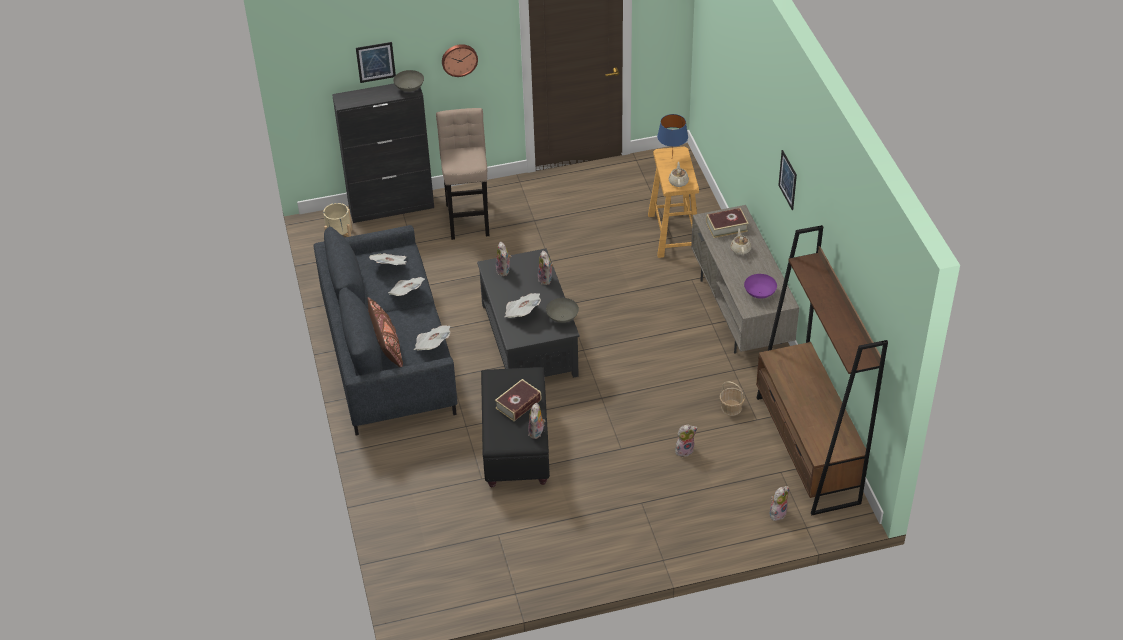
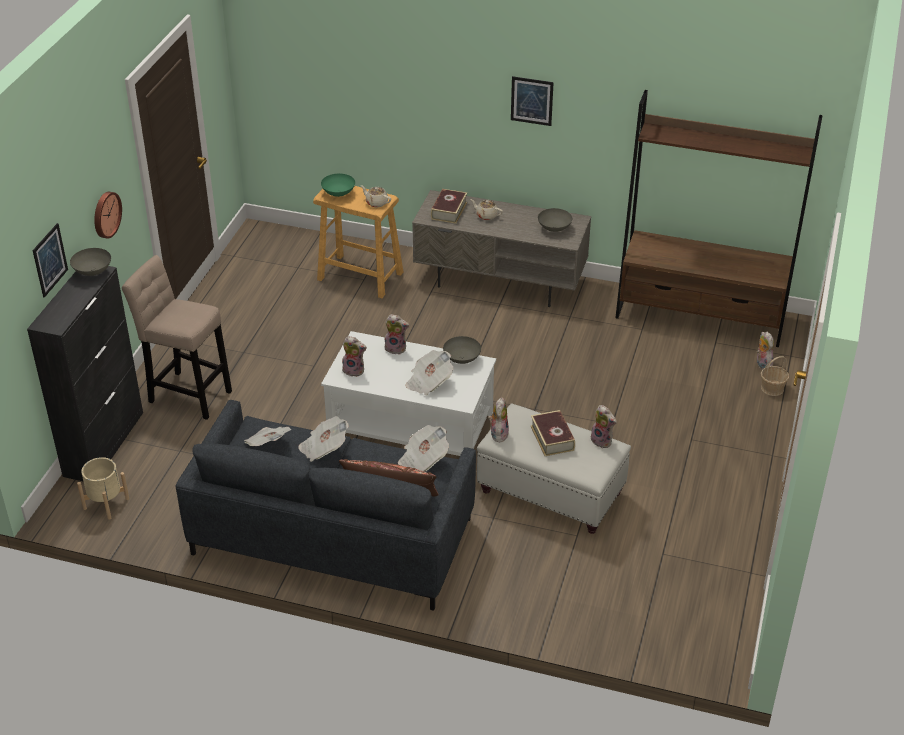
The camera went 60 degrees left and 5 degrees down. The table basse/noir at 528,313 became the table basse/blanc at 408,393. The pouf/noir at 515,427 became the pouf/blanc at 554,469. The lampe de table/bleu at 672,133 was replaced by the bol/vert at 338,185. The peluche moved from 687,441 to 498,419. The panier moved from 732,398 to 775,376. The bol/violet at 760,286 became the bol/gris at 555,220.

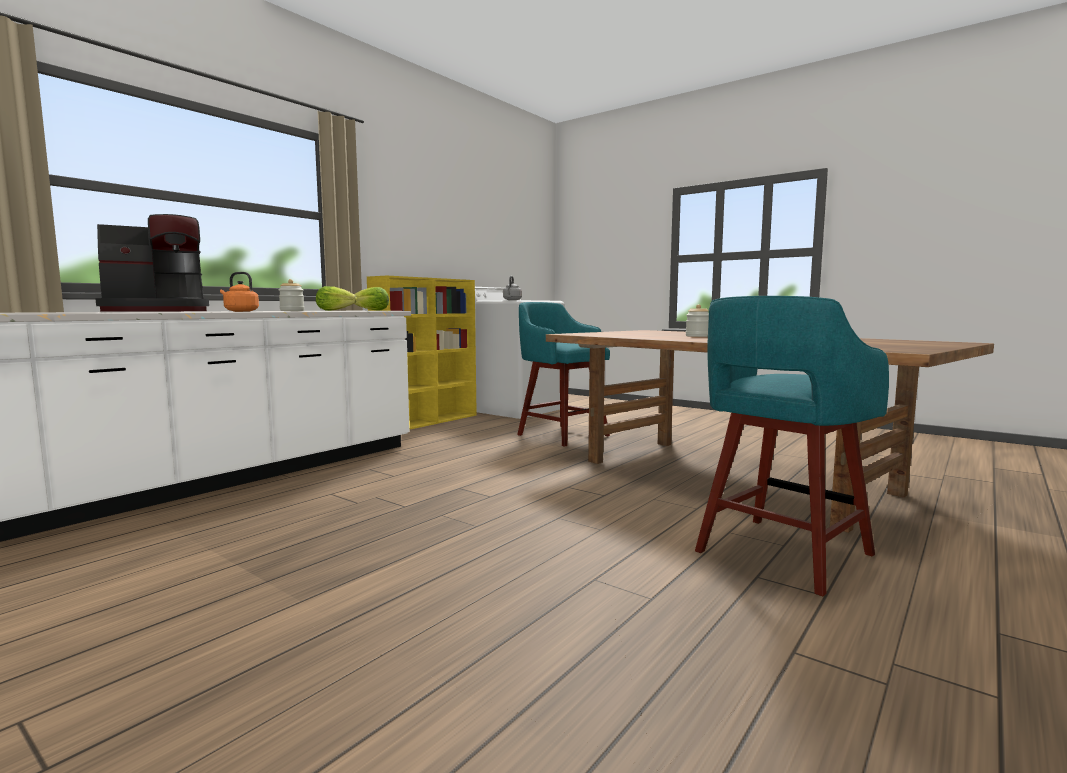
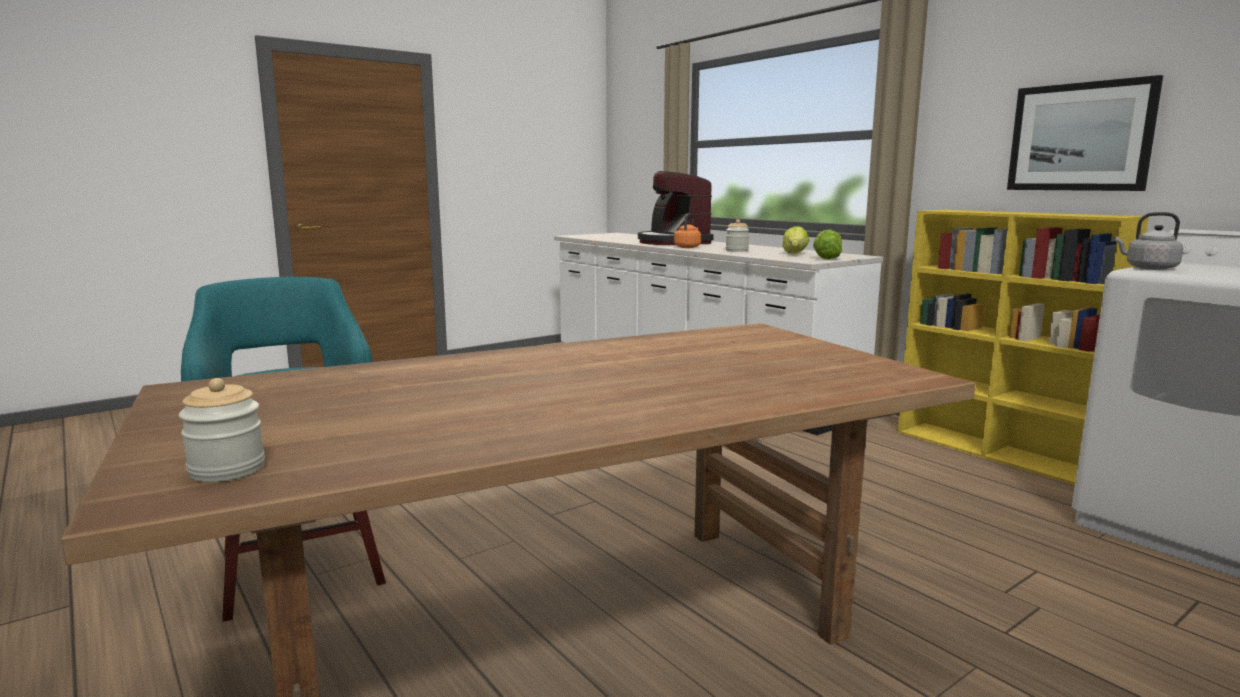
The camera went 105 degrees right and 5 degrees up. The tabouret/turquoise at 563,374 disappeared. The bocal moved from 697,320 to 222,430. The tableau at 1085,133 appeared.

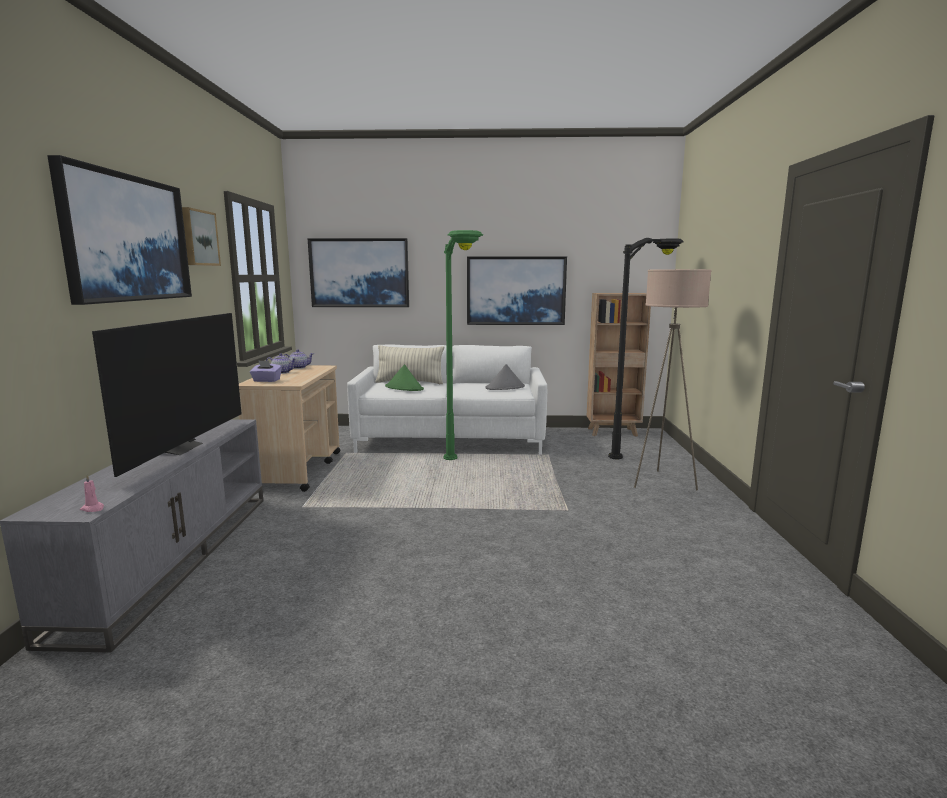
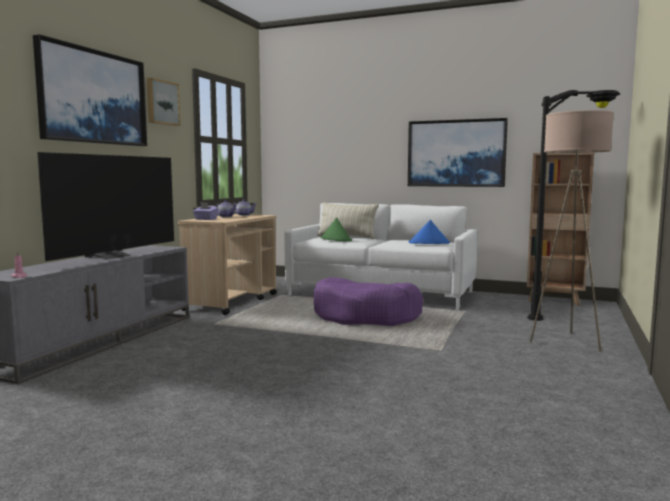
The camera went 20 degrees right and 5 degrees down. The tableau at 358,272 disappeared. The lampadaire/vert at 463,345 was replaced by the panier pour chien/violet at 369,301. The chapeau/gris at 505,377 became the chapeau/bleu at 429,232.

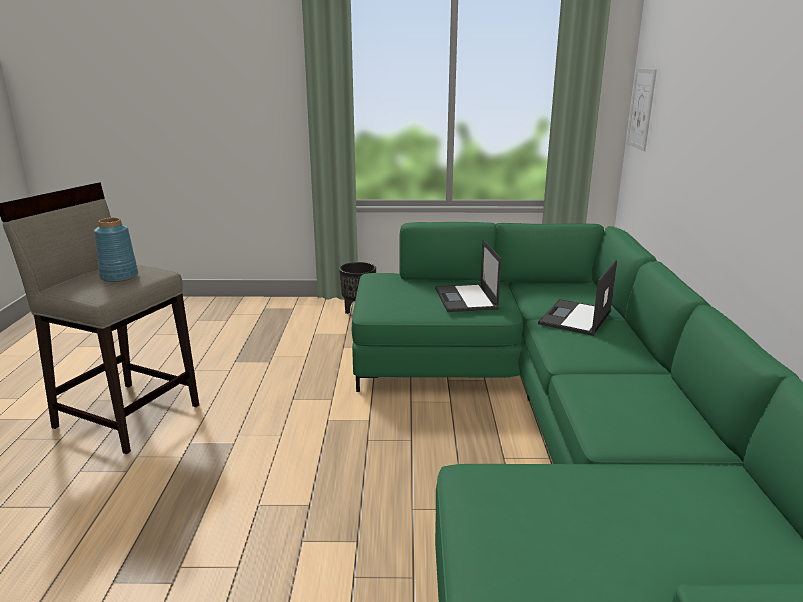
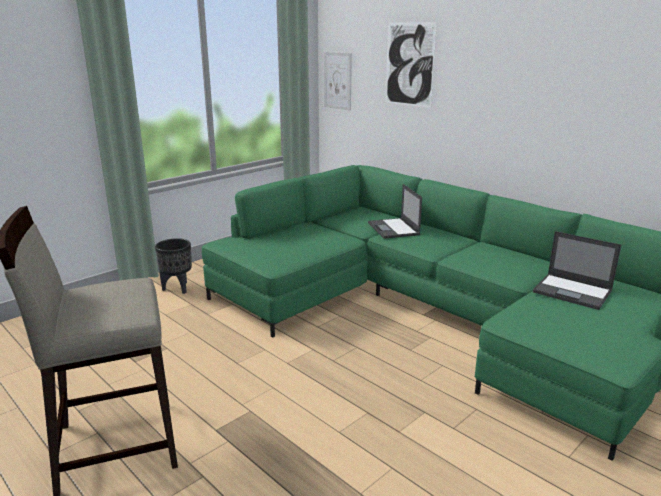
The camera went 45 degrees left and 0 degrees up. The vase/bleu at 116,250 disappeared. The ordinateur portable moved from 468,275 to 577,270. The tableau at 411,65 appeared.

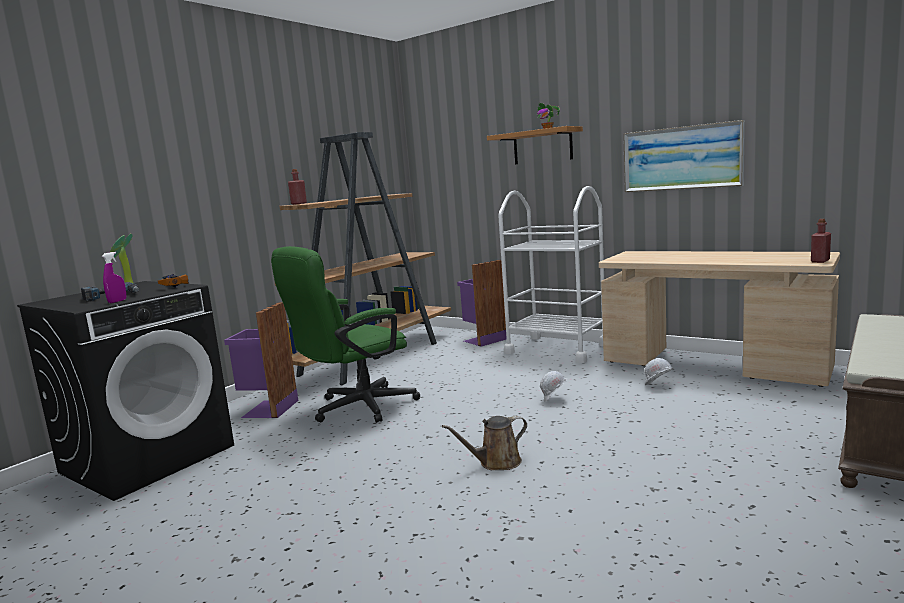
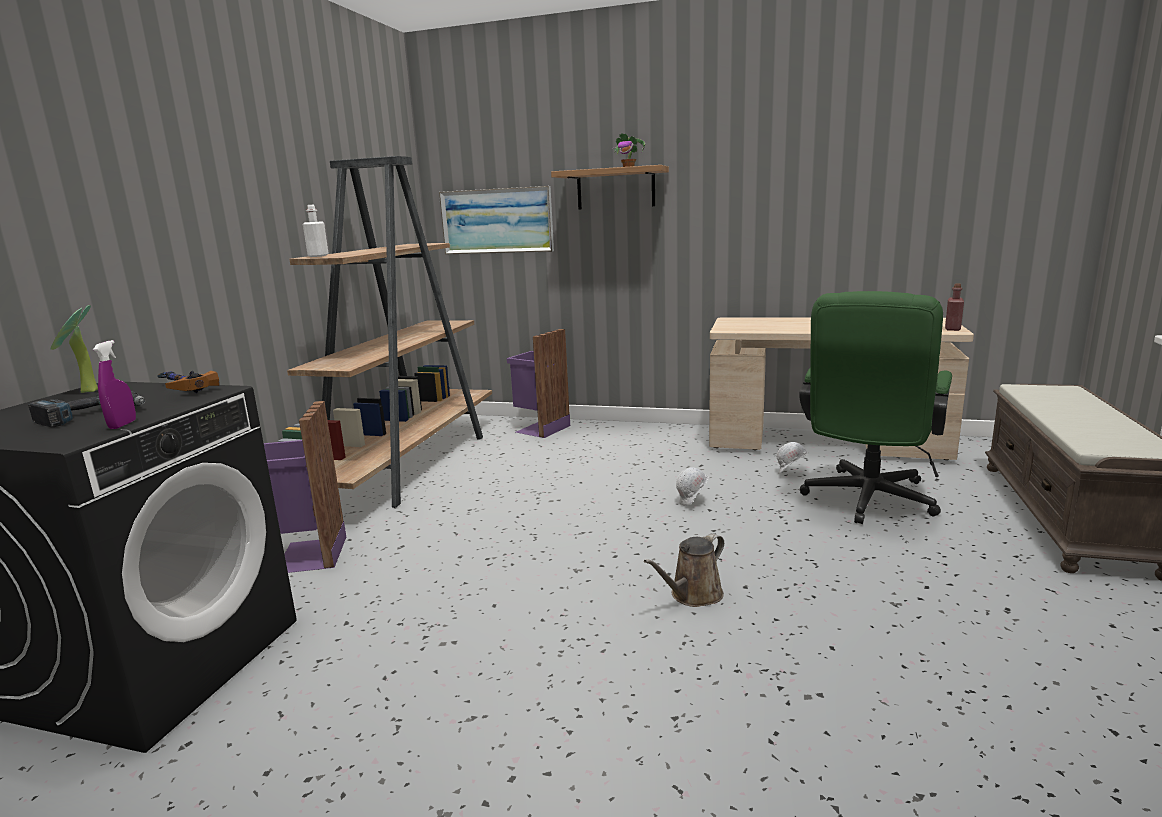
The camera went 20 degrees left and 5 degrees up. The chaise de bureau/vert moved from 345,334 to 875,407. The bouteille/rouge at 297,187 became the bouteille/blanc at 316,231. The chariot/blanc at 551,274 disappeared. The tableau moved from 684,156 to 496,220.

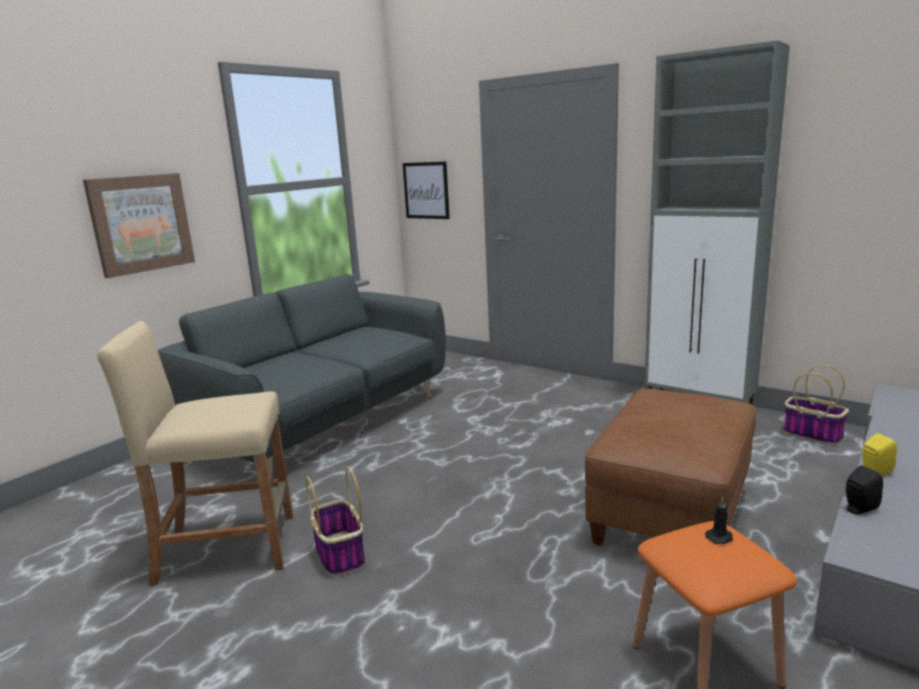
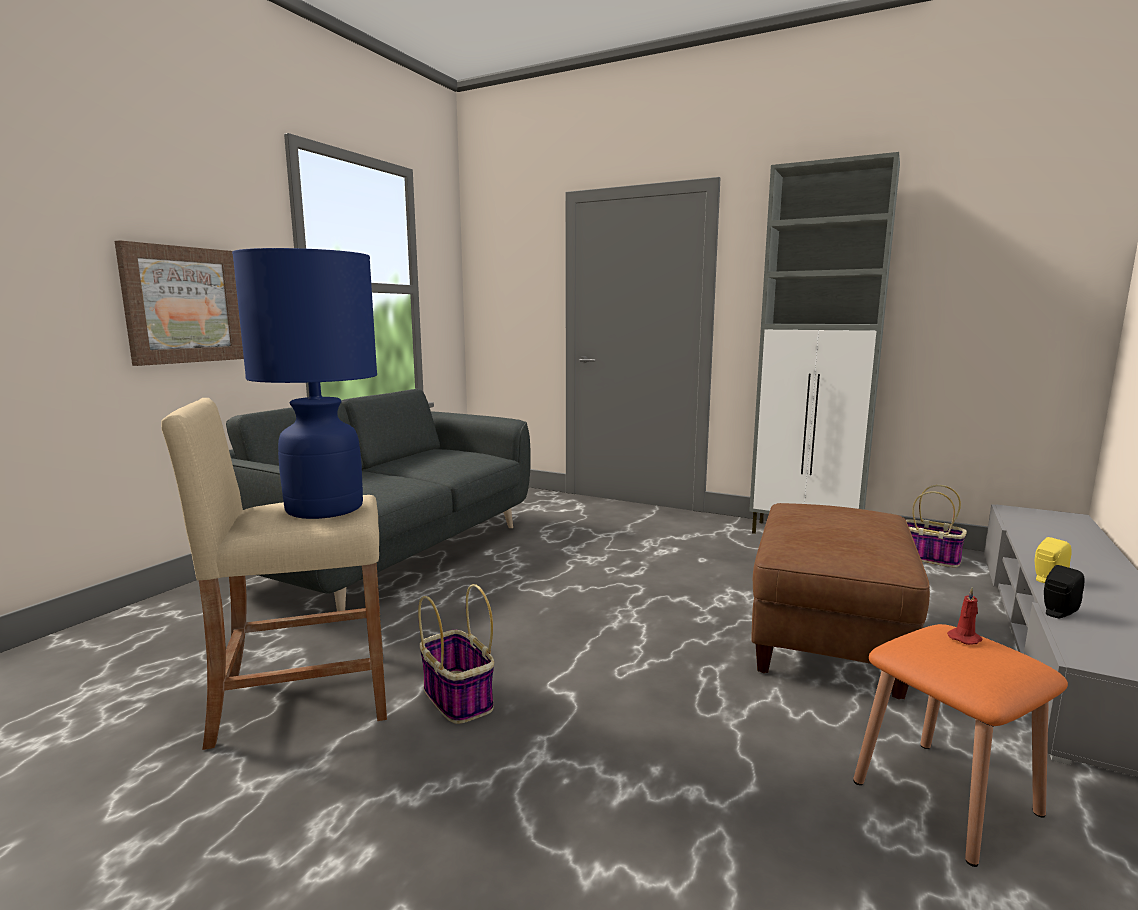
The camera went 10 degrees left and 5 degrees down. The tableau at 426,190 disappeared. The bougie/noir at 719,520 became the bougie/rouge at 964,616. The lampe de table/bleu at 304,383 appeared.

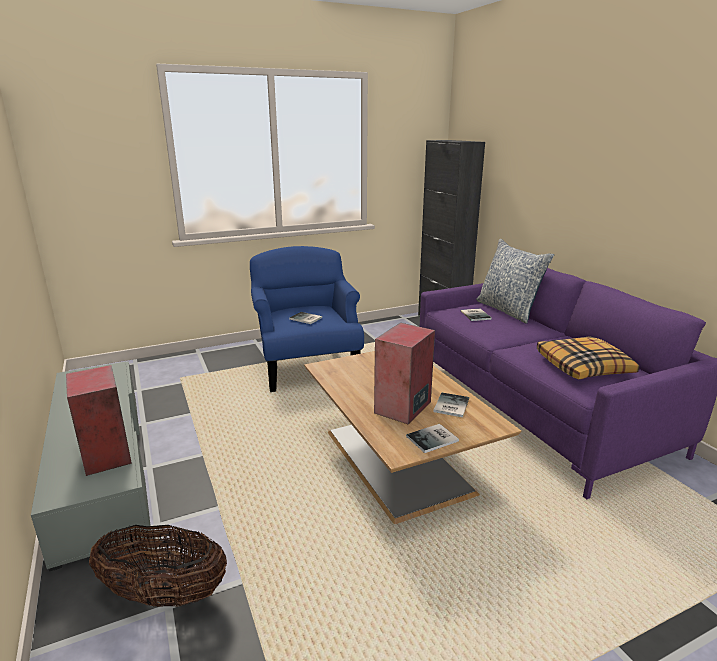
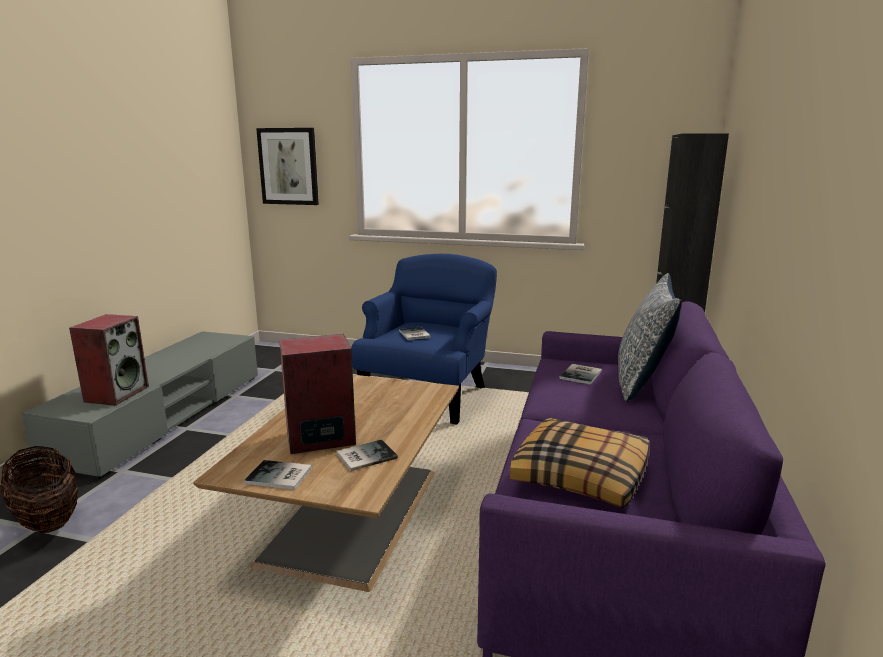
The camera went 40 degrees right and 5 degrees down. The tableau at 287,166 appeared.

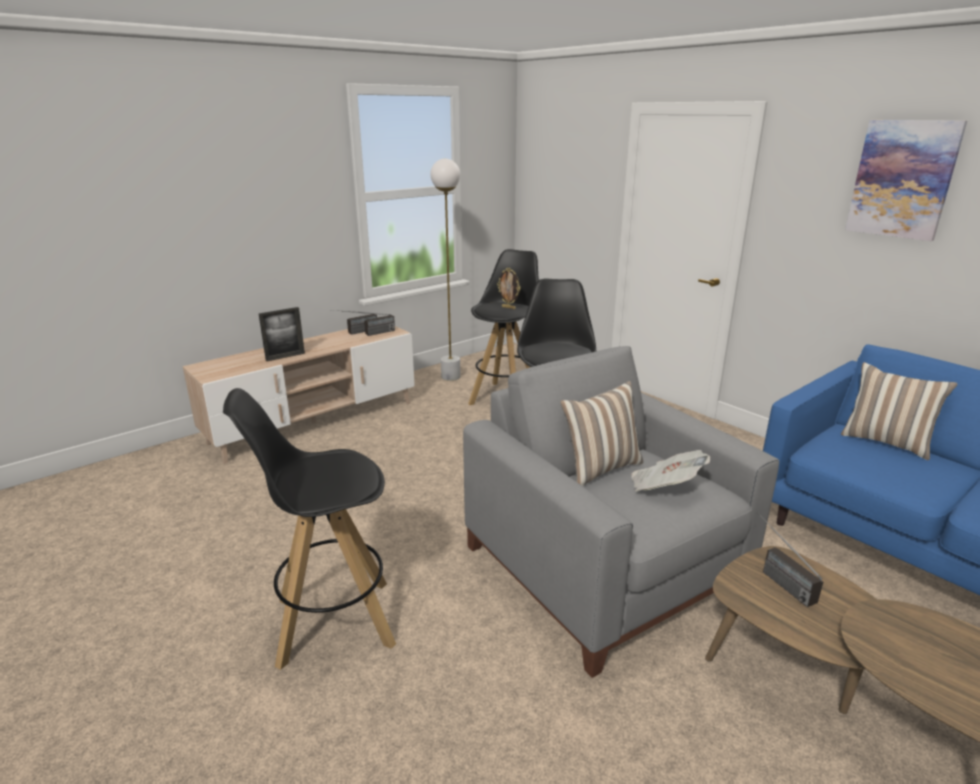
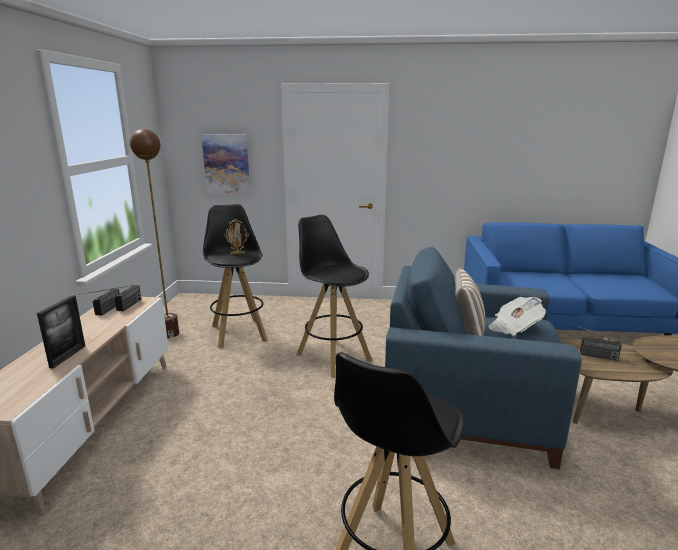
The camera went 45 degrees left and 5 degrees down. The lampadaire/blanc at 445,270 became the lampadaire/marron at 154,233. The fauteuil/gris at 621,512 became the fauteuil/bleu at 483,358. The coussin at 899,411 disappeared. The tableau moved from 906,180 to 225,164.

